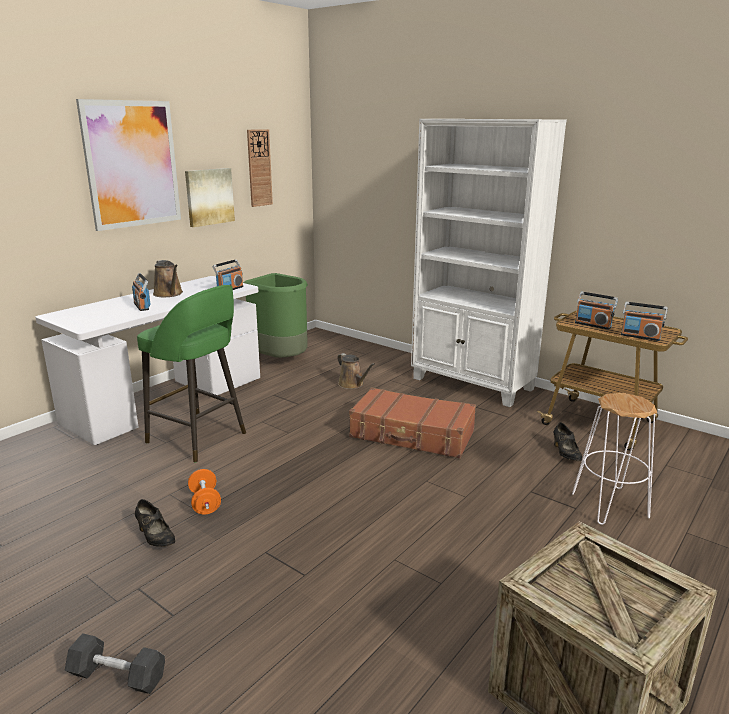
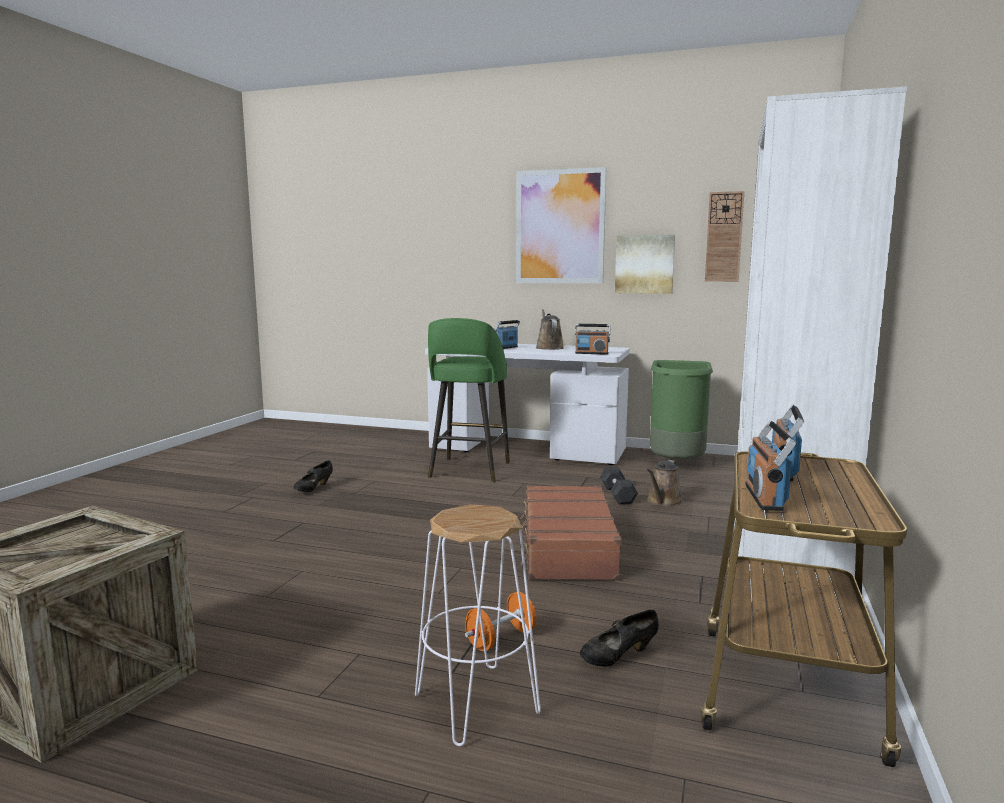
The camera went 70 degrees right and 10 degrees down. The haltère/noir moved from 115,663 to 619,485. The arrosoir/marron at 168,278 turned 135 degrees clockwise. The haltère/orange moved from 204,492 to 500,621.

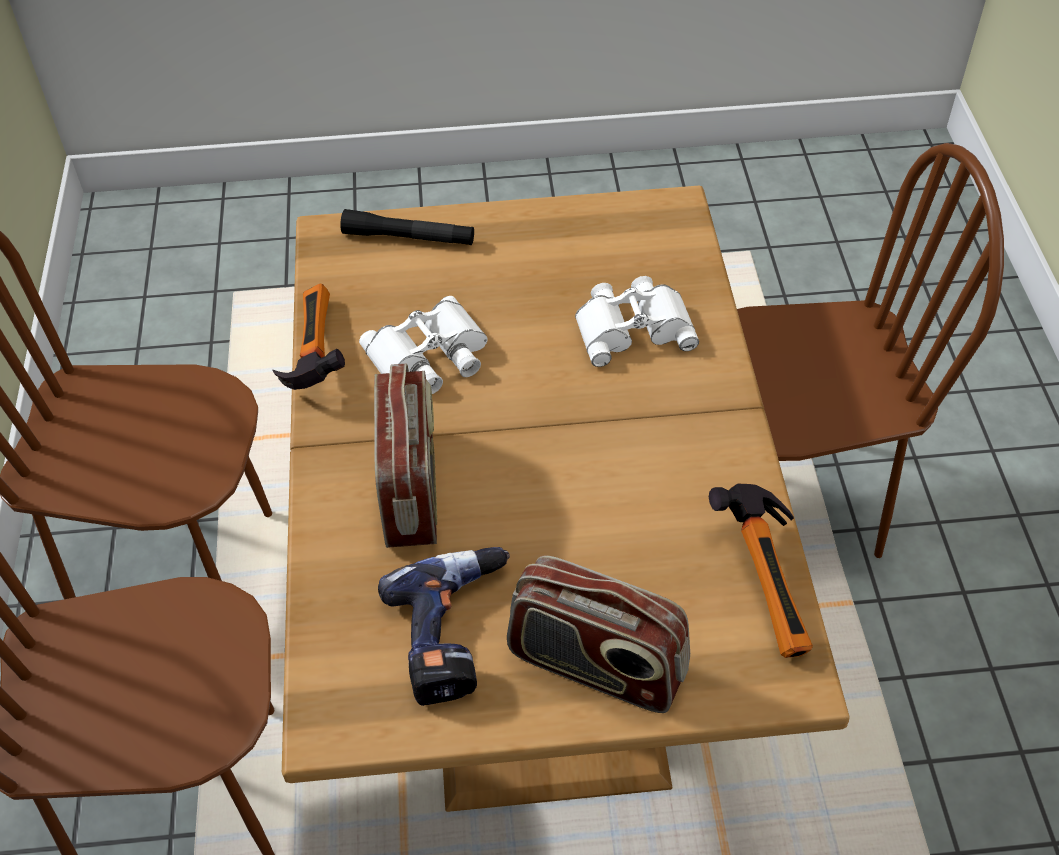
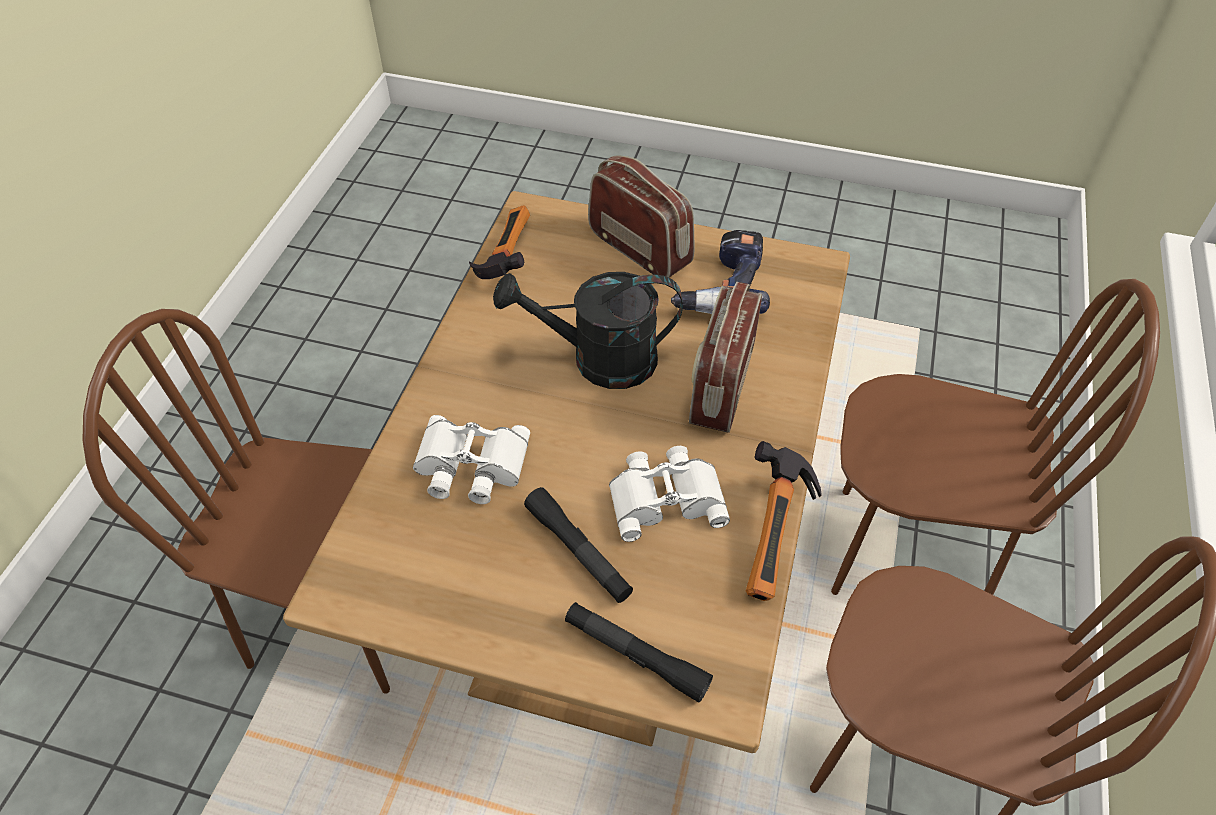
The camera went 160 degrees left and 0 degrees up. The arrosoir/noir at 588,330 appeared. The lampe de poche/noir at 578,545 appeared.

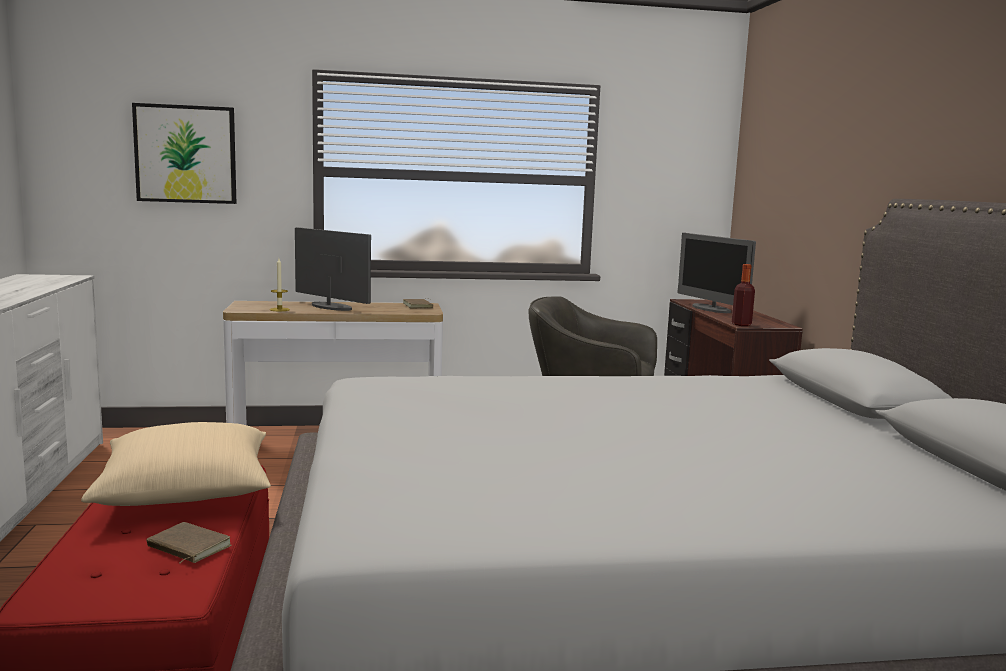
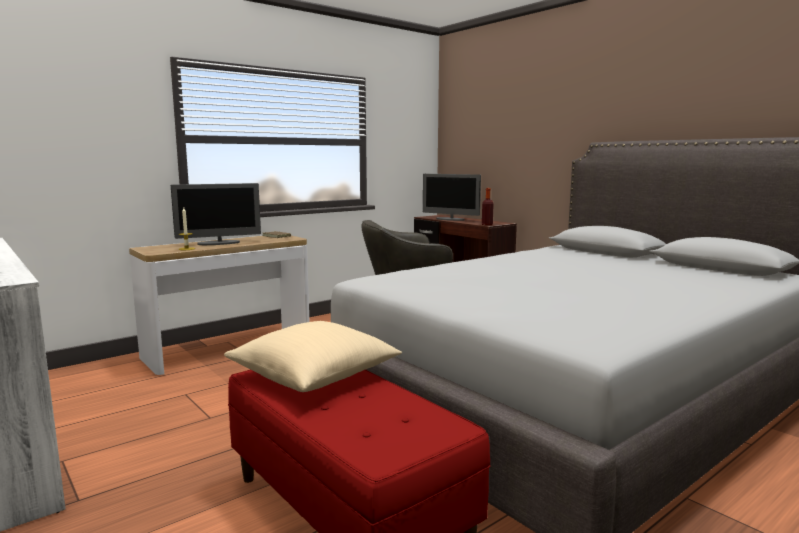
The camera went 30 degrees left and 0 degrees up. The tableau at 184,153 disappeared. The livre/marron at 188,542 disappeared. The écran d'ordinateur at 333,269 turned 150 degrees clockwise.

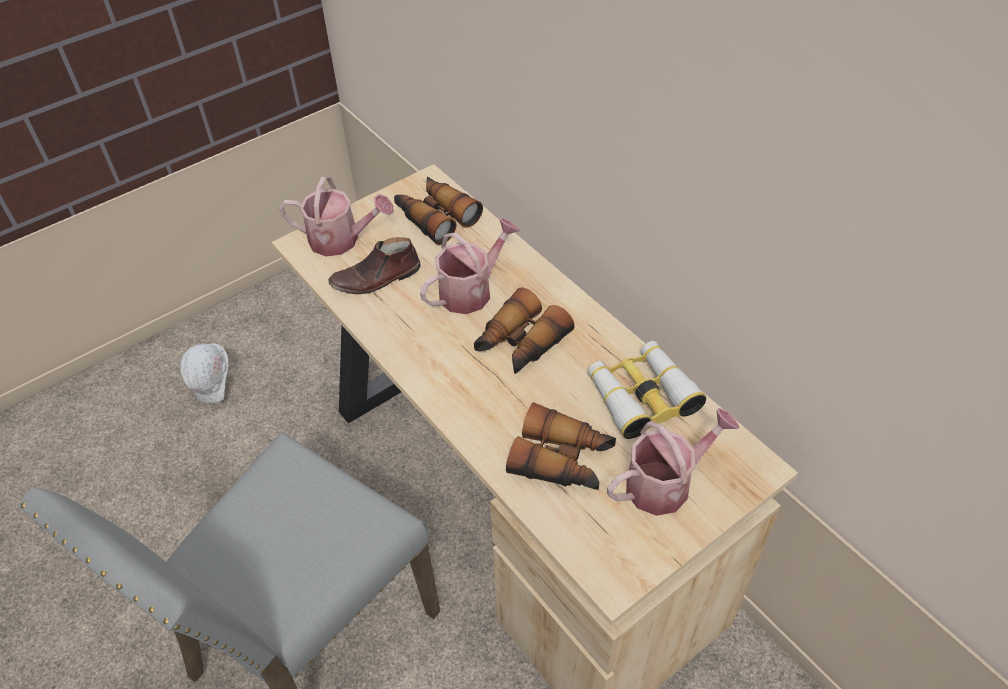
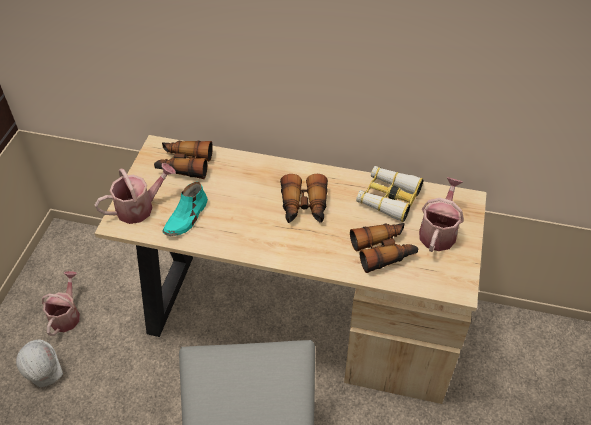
The camera went 40 degrees left and 0 degrees up. The chaussure/marron at 374,265 became the chaussure/turquoise at 185,208. The arrosoir moved from 470,266 to 61,303.

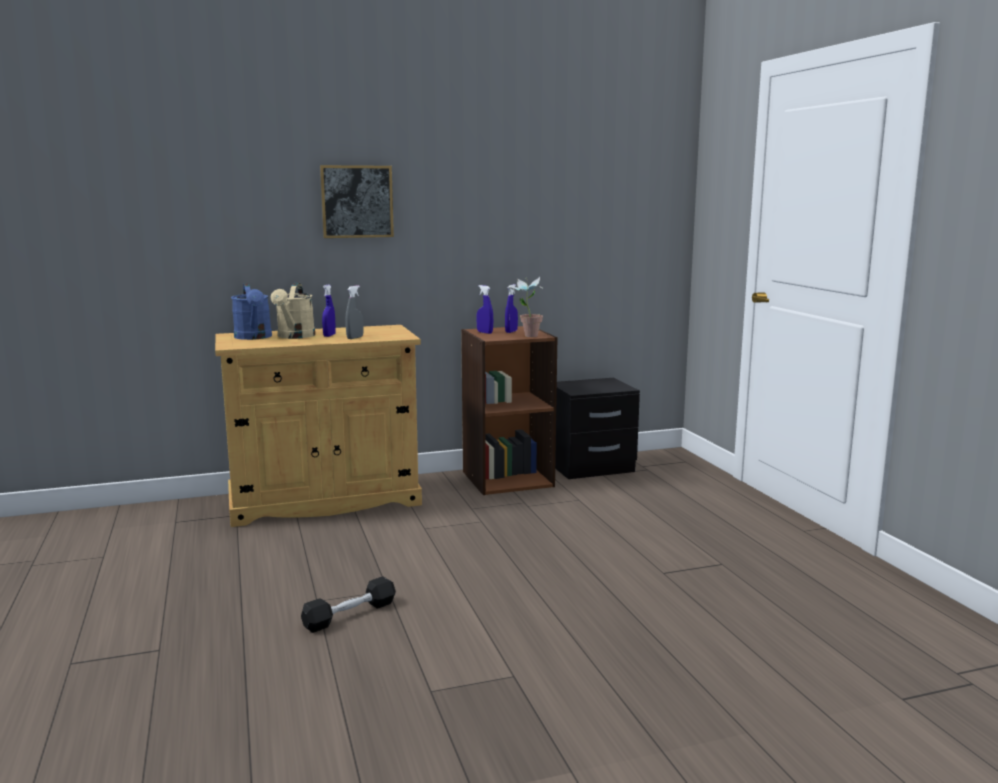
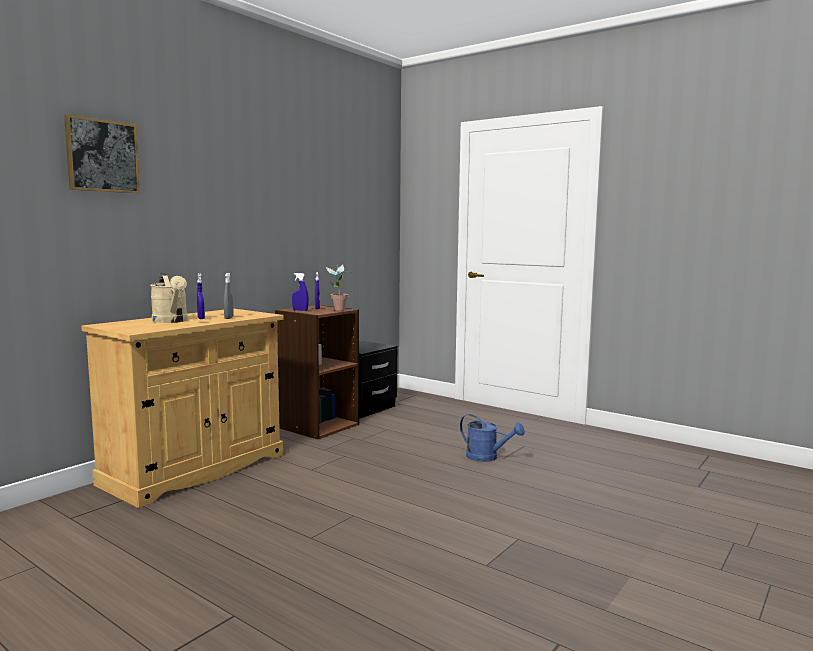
The camera went 35 degrees left and 5 degrees down. The arrosoir/bleu moved from 251,311 to 492,438. The haltère/noir at 348,604 disappeared. The tableau moved from 357,201 to 102,154.

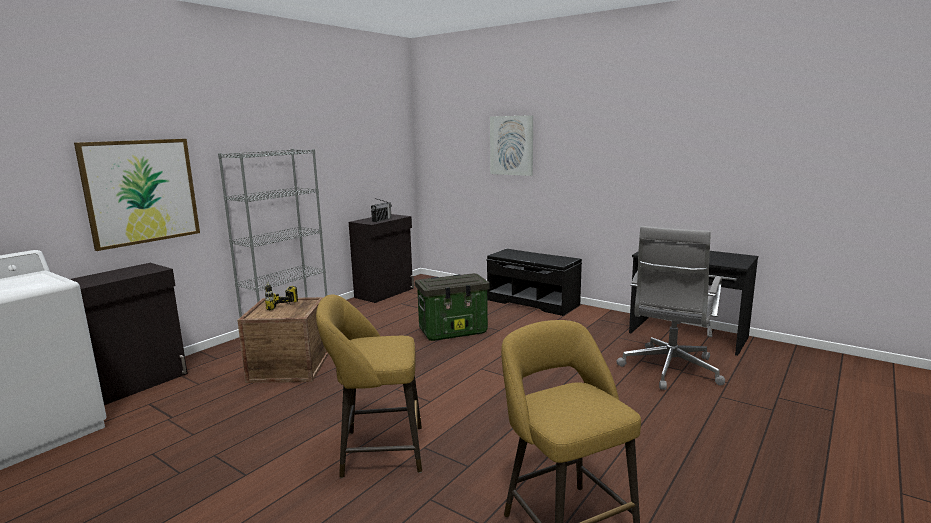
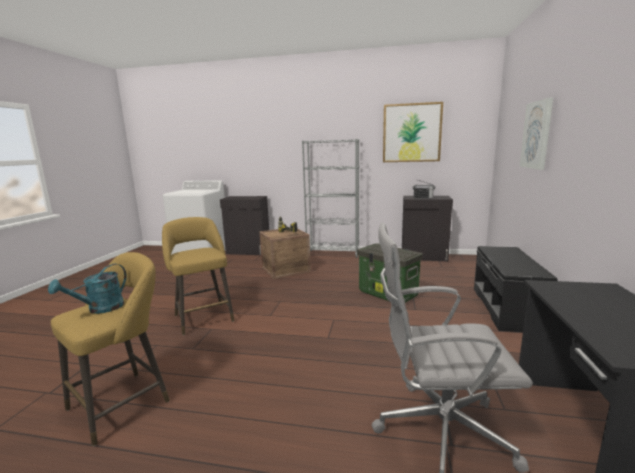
The camera went 65 degrees right and 0 degrees up. The tableau moved from 137,195 to 413,132. The arrosoir/turquoise at 87,289 appeared.

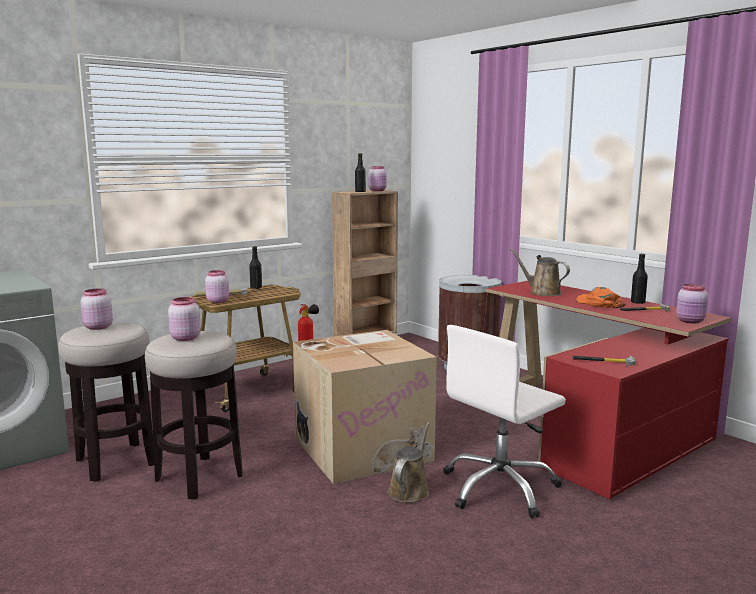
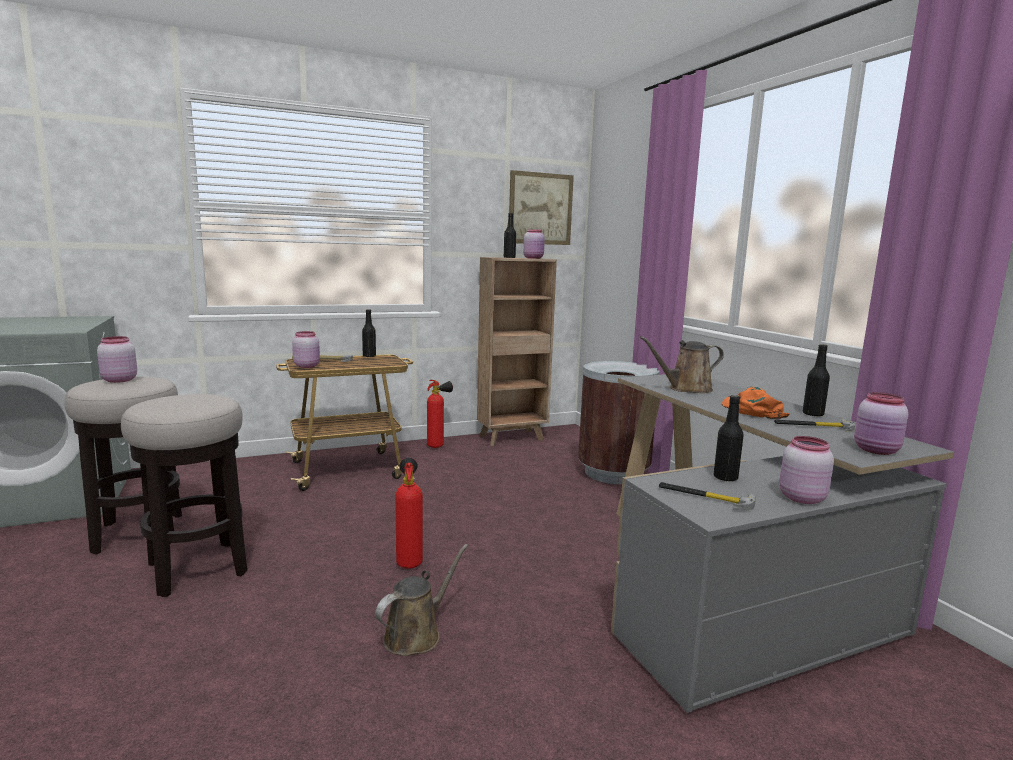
The camera went 15 degrees right and 0 degrees up. The bocal/rose moved from 184,319 to 806,470. The carton at 365,407 was replaced by the extincteur at 409,513. The chaise de bureau/blanc at 504,421 disappeared. The bureau/rouge at 608,390 became the bureau/gris at 782,543. The arrosoir/marron at 540,272 turned 75 degrees counterclockwise. The tableau at 541,207 appeared. The bouteille/noir at 729,438 appeared.

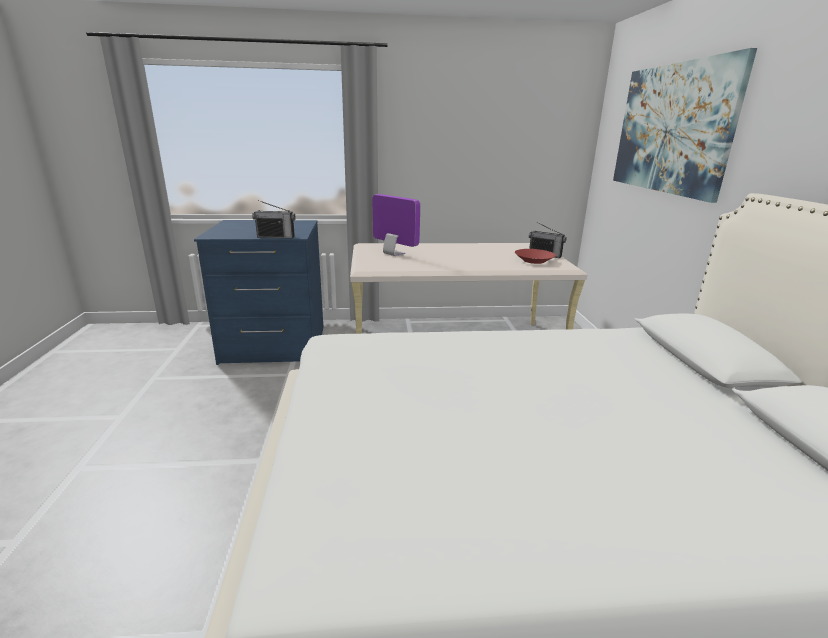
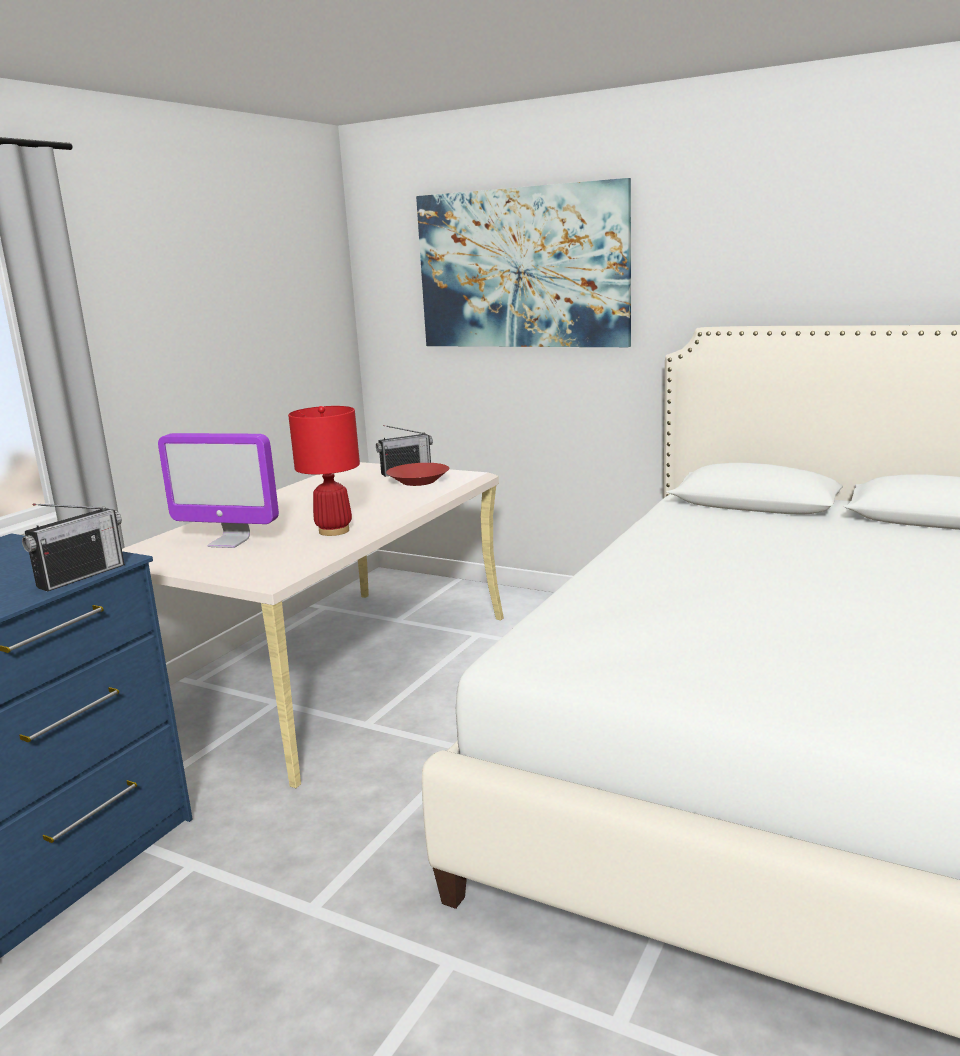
The camera went 55 degrees left and 5 degrees down. The écran d'ordinateur at 396,225 turned 150 degrees counterclockwise. The lampe de table/rouge at 324,471 appeared.

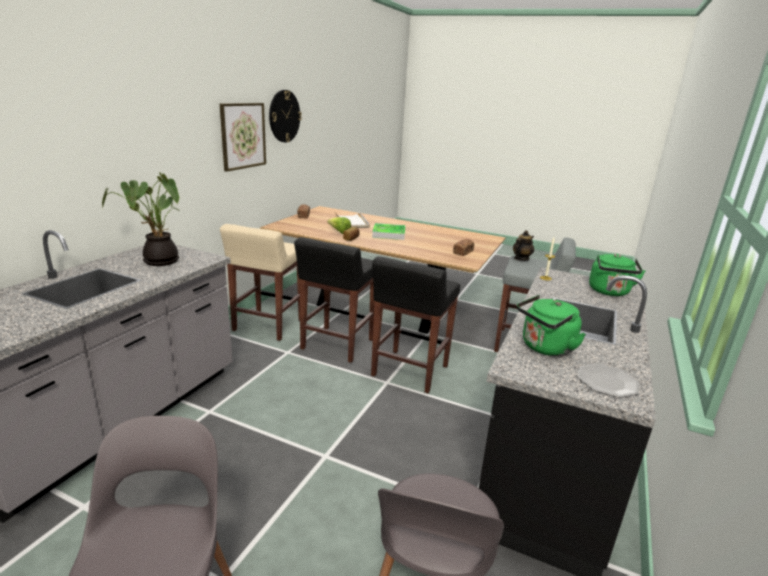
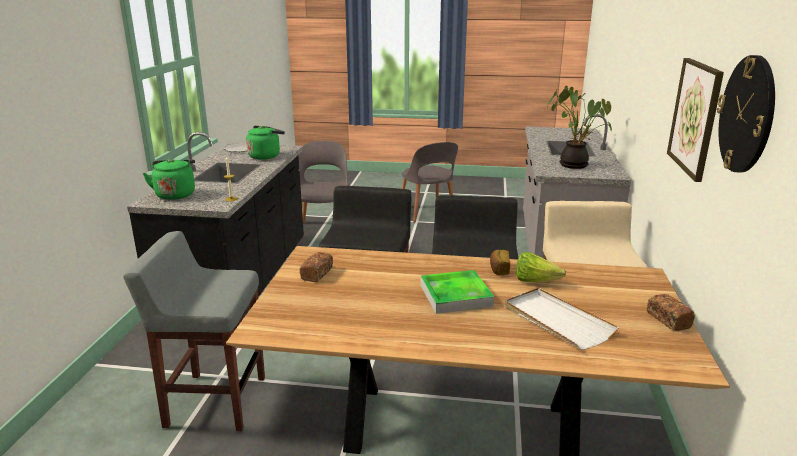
The camera went 165 degrees right and 0 degrees up. The théière at 523,245 disappeared.

